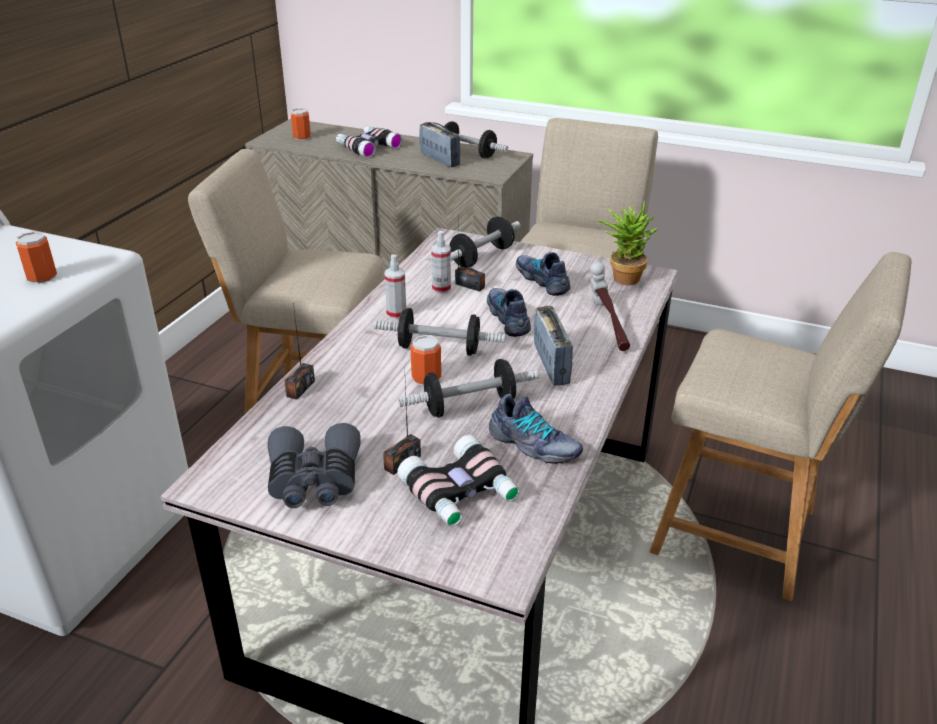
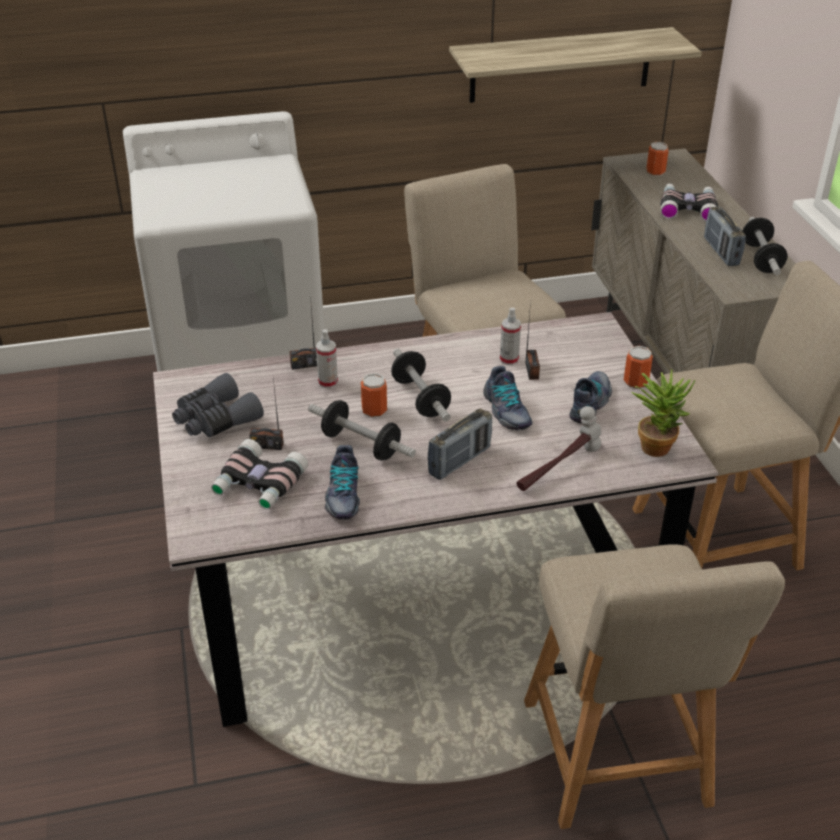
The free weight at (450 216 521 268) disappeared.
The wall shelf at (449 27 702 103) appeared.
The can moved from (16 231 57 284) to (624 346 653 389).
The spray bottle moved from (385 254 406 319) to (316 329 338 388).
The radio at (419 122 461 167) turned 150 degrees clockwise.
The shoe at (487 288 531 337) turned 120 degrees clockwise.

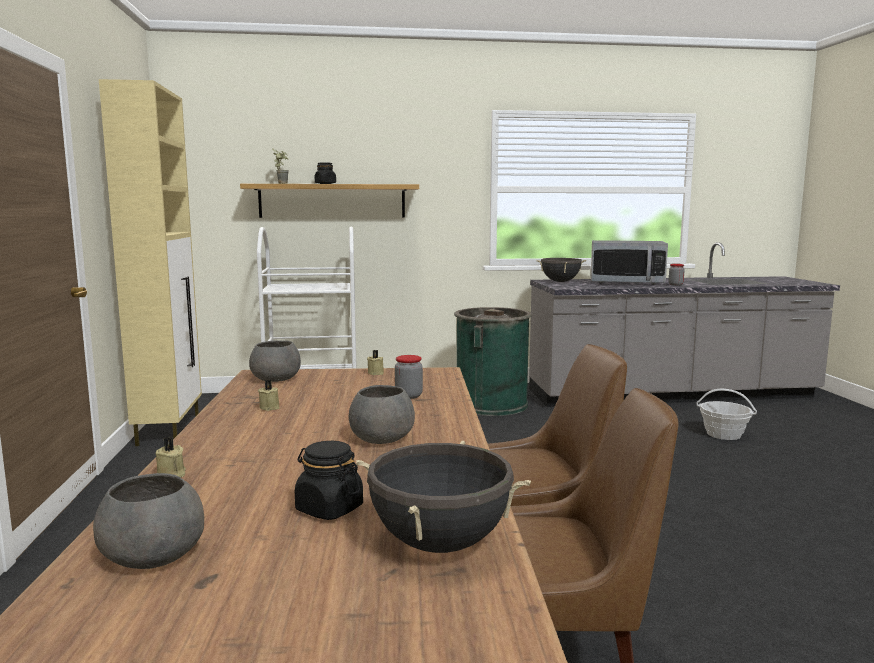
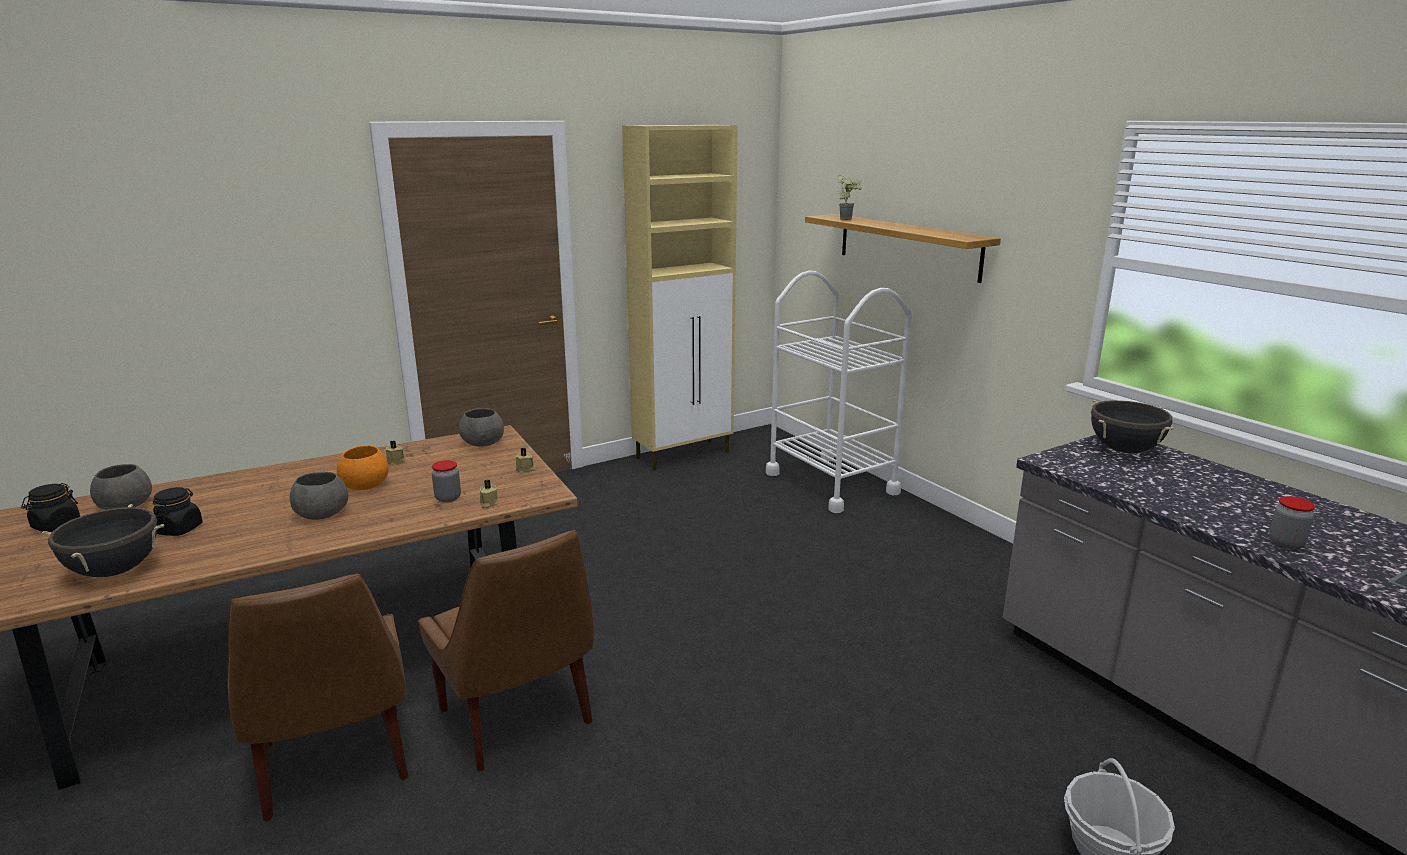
The trash can (green-coloured) at (454 307 532 416) disappeared.
The microwave oven at (591 240 668 285) disappeared.
The deep dish (orangey) at (337 445 388 490) appeared.
The candle (beige) moved from (156 437 186 478) to (480 480 498 508).
The storage jar (blackish) moved from (315 162 336 184) to (21 483 80 532).

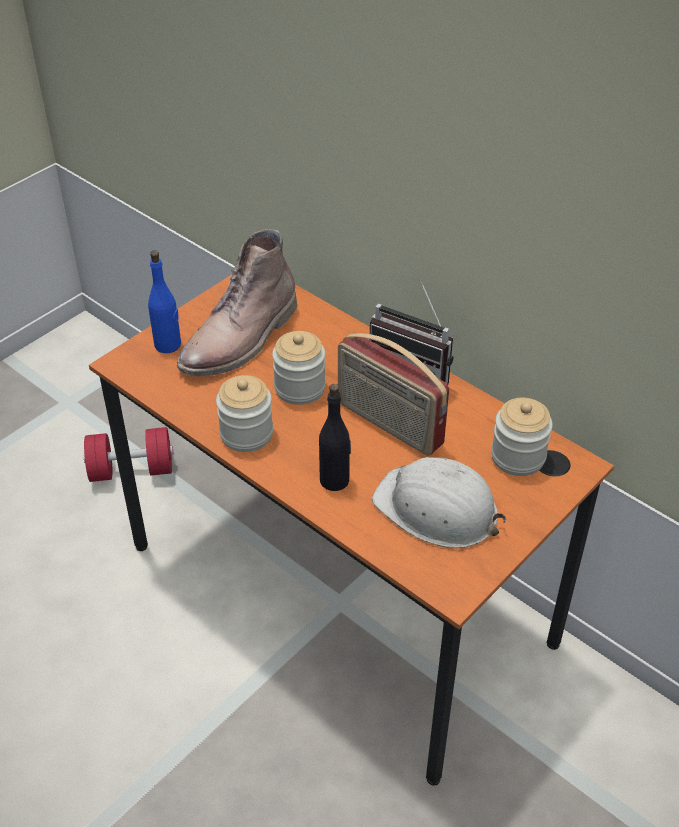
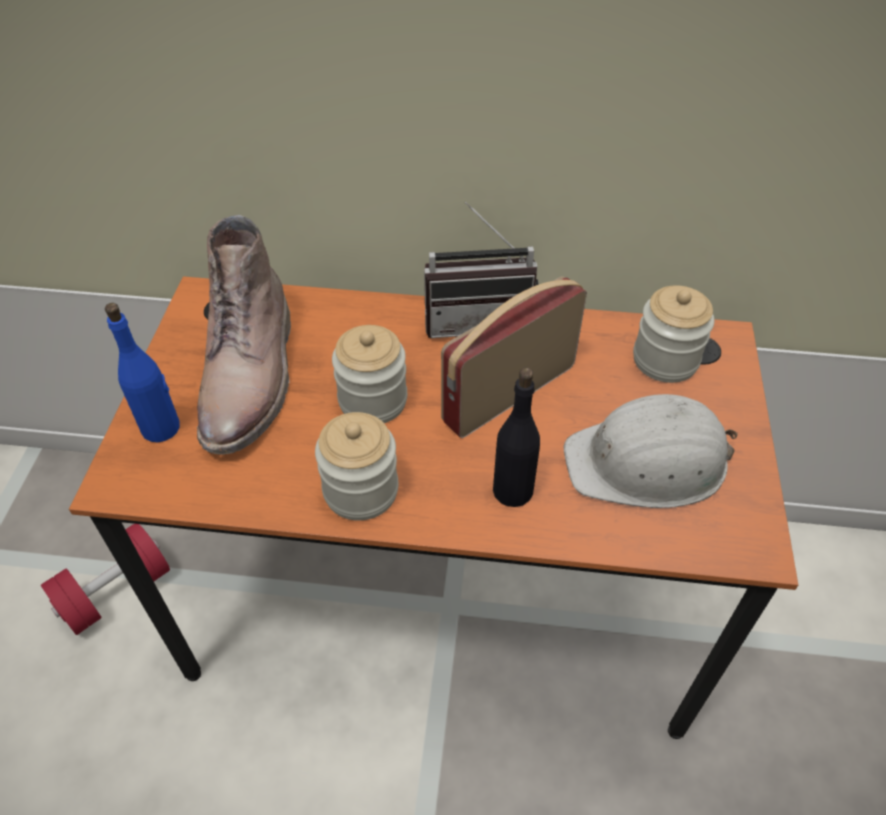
The radio at (338 332 449 456) turned 135 degrees clockwise.

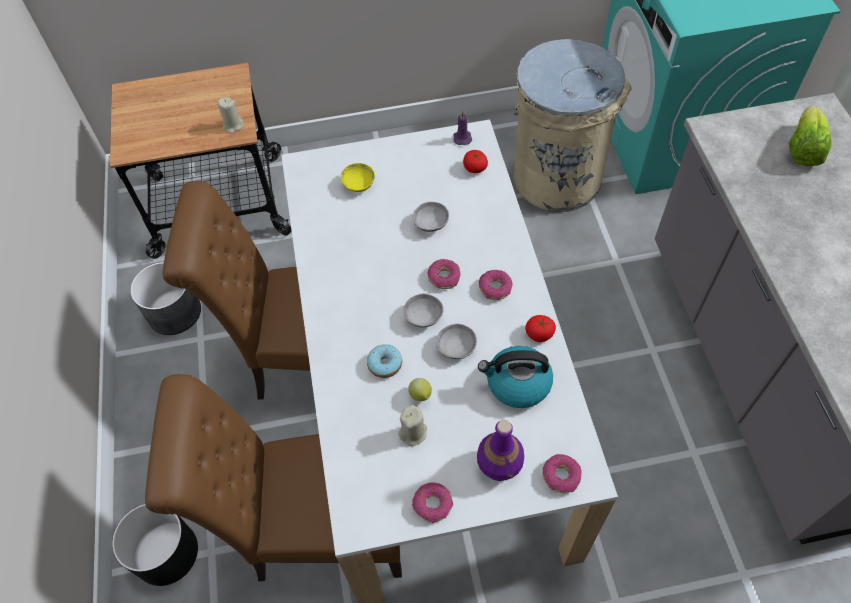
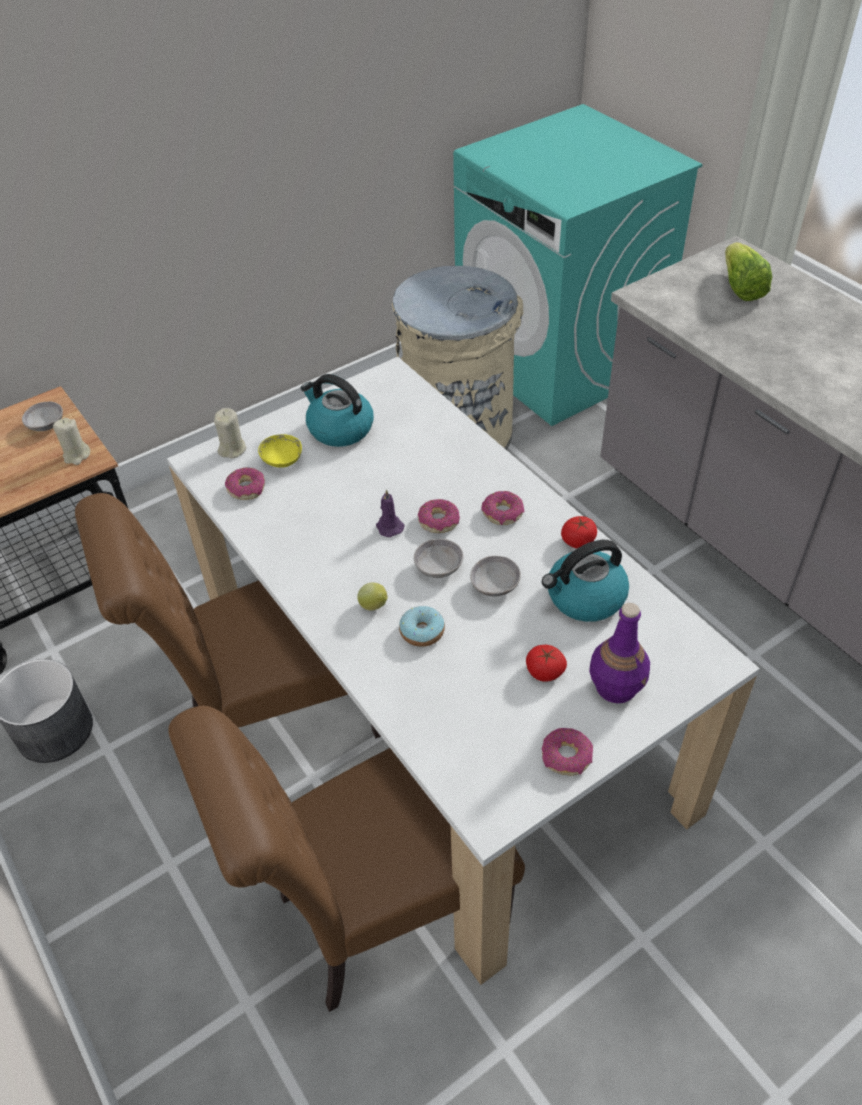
The flower pot (blackish) at (112 504 198 586) disappeared.
The water kettle at (301 374 374 447) appeared.
The candle (beige) moved from (398 405 427 446) to (214 408 247 459).
The citrus fruit moved from (408 378 432 401) to (357 583 388 611).
The deep dish (gray) moved from (413 202 449 232) to (22 402 63 431).
The candle (purplish) moved from (453 111 472 145) to (376 489 404 537).
The whole tomato moved from (463 150 488 173) to (526 645 567 682).
The ring doughnut moved from (542 454 581 494) to (225 467 265 500).

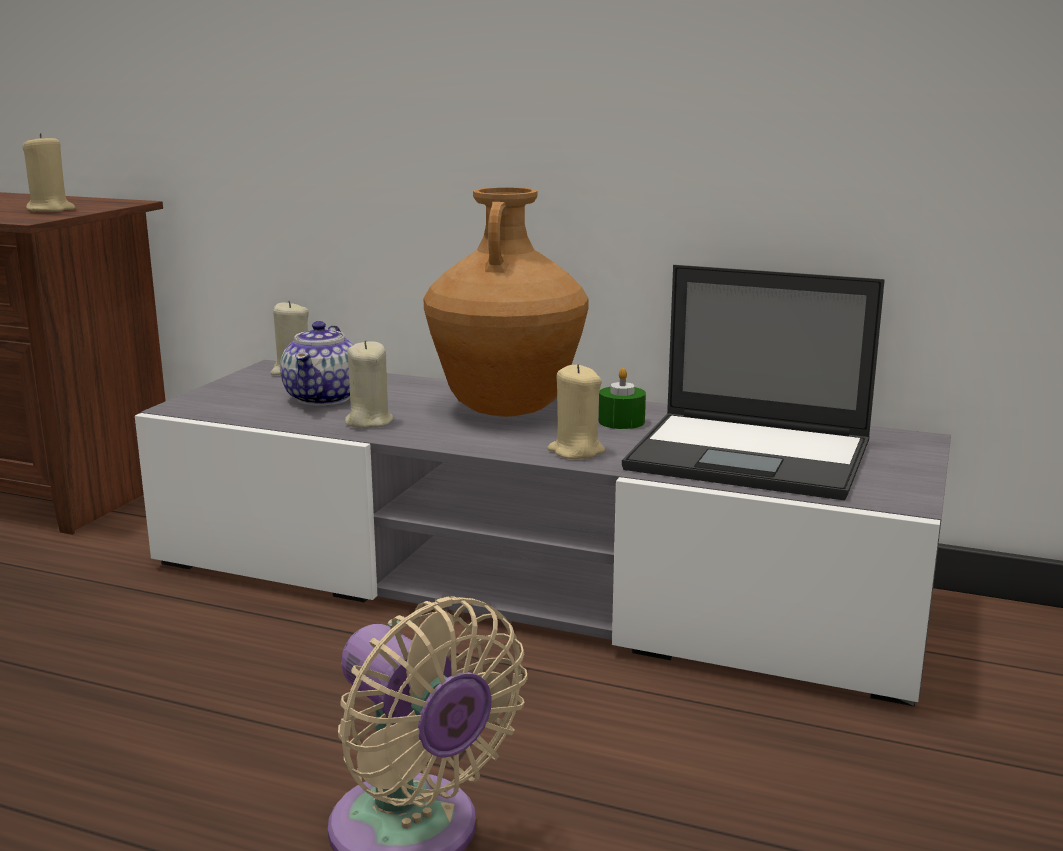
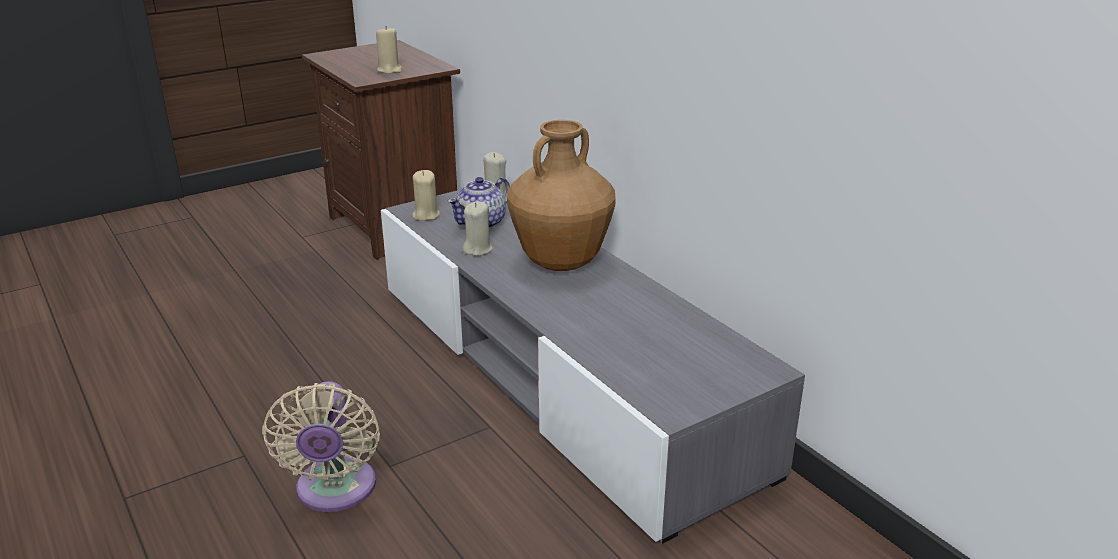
The candle (green-coloured) at (599 368 646 429) disappeared.
The portable computer at (622 265 885 500) disappeared.
The candle (beige) moved from (547 364 605 459) to (412 170 440 221).

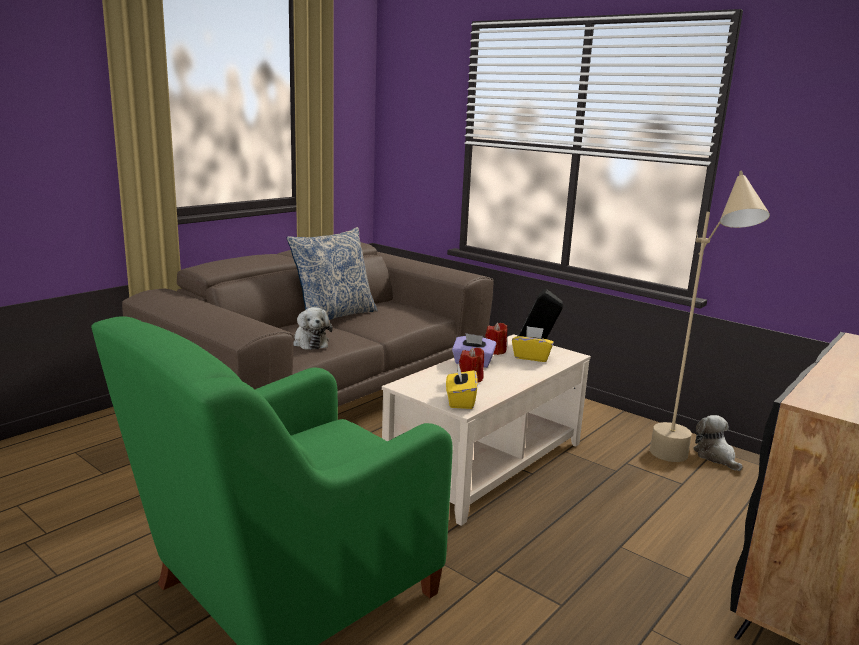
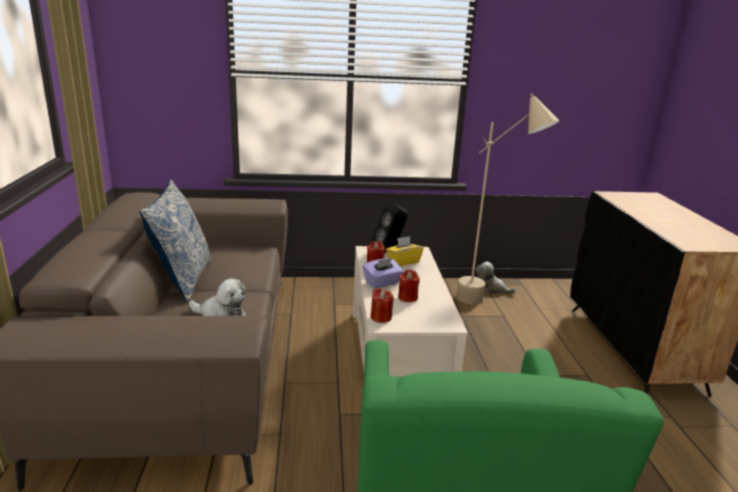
The box of tissues (yellow-coloured) at (446 363 478 409) disappeared.
The candle (reddish) at (371 288 394 323) appeared.

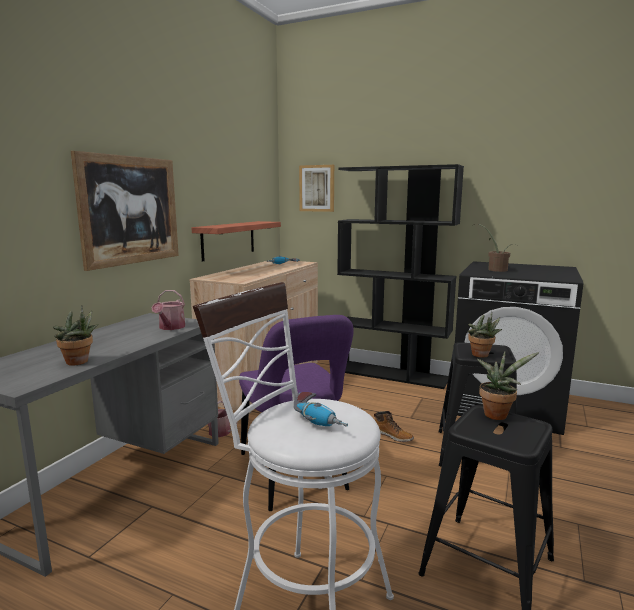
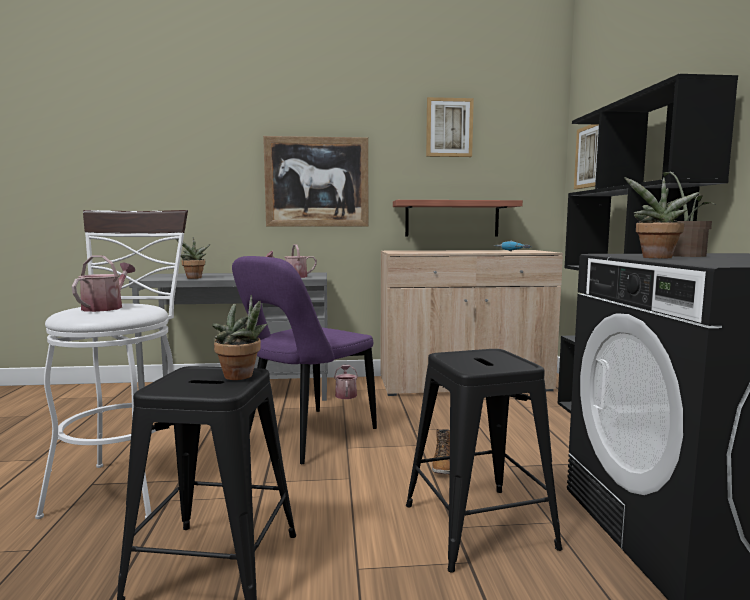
The picture at (426 97 474 157) appeared.
The plant in a pot moved from (467 312 502 358) to (624 177 700 259).
The power drill at (294 392 348 427) was replaced by the watering pot at (72 256 135 312).

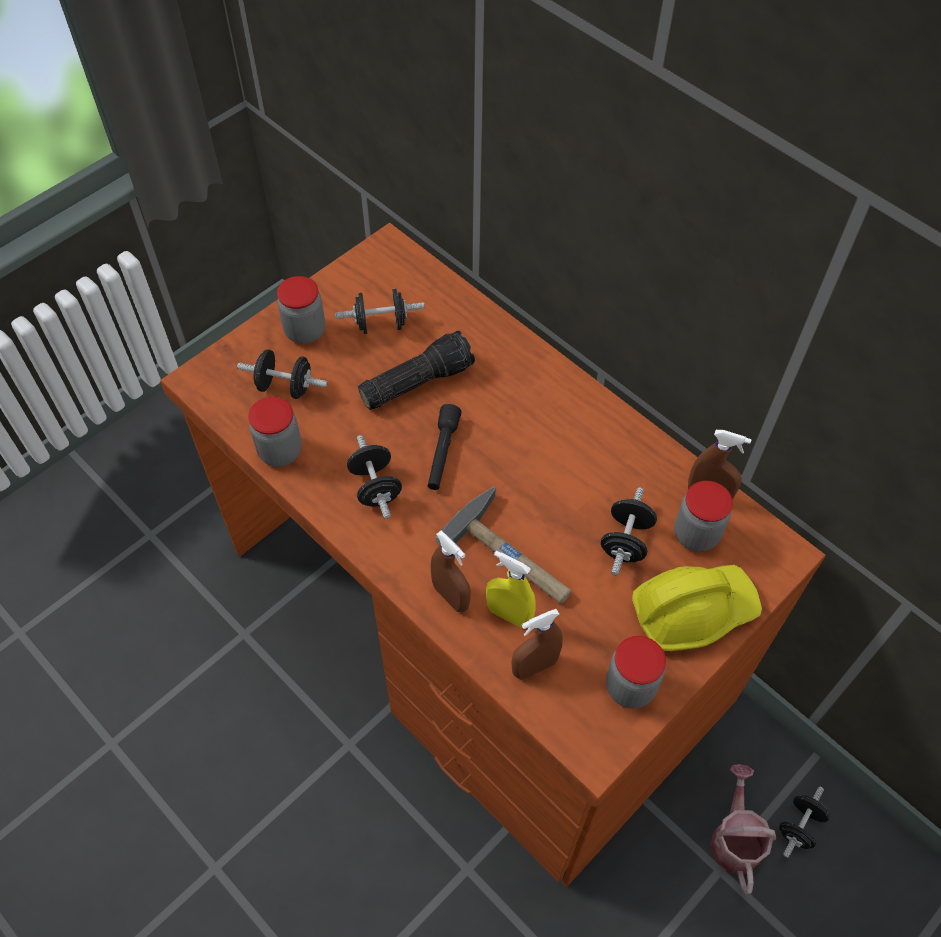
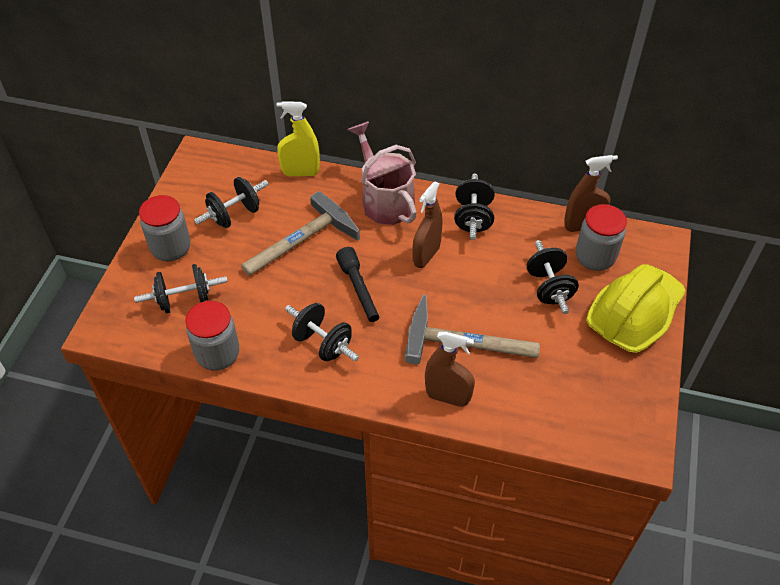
The storage jar at (606 636 666 709) disappeared.
The spray bottle (yellow-coloured) moved from (486 550 536 628) to (277 102 320 176).
The spray bottle (brownish) moved from (511 609 563 680) to (412 182 443 268).
The watering pot moved from (710 764 776 894) to (348 122 416 225).
The free weight (blackish) moved from (779 786 830 858) to (454 173 495 240).
The flashlight at (358 330 475 410) was replaced by the hand hammer at (241 191 360 276).

